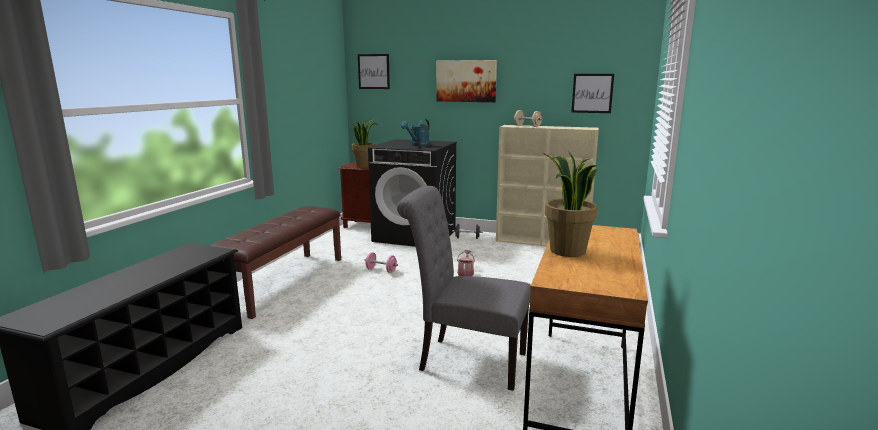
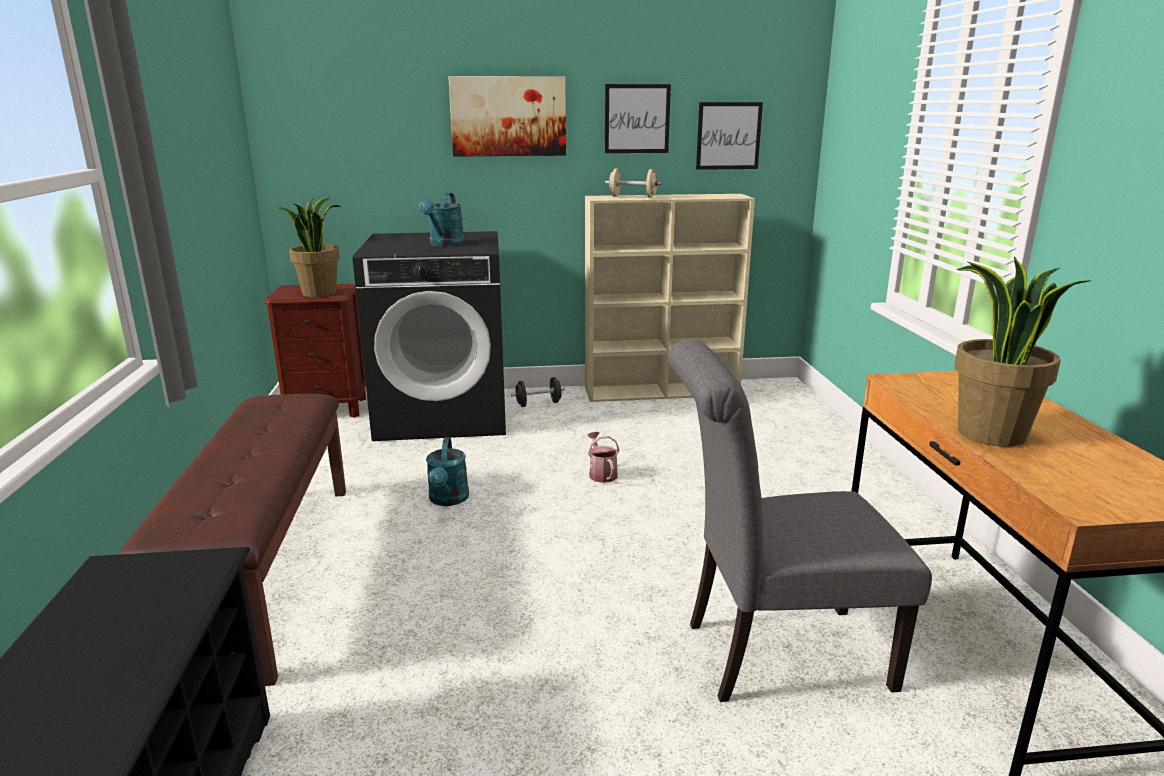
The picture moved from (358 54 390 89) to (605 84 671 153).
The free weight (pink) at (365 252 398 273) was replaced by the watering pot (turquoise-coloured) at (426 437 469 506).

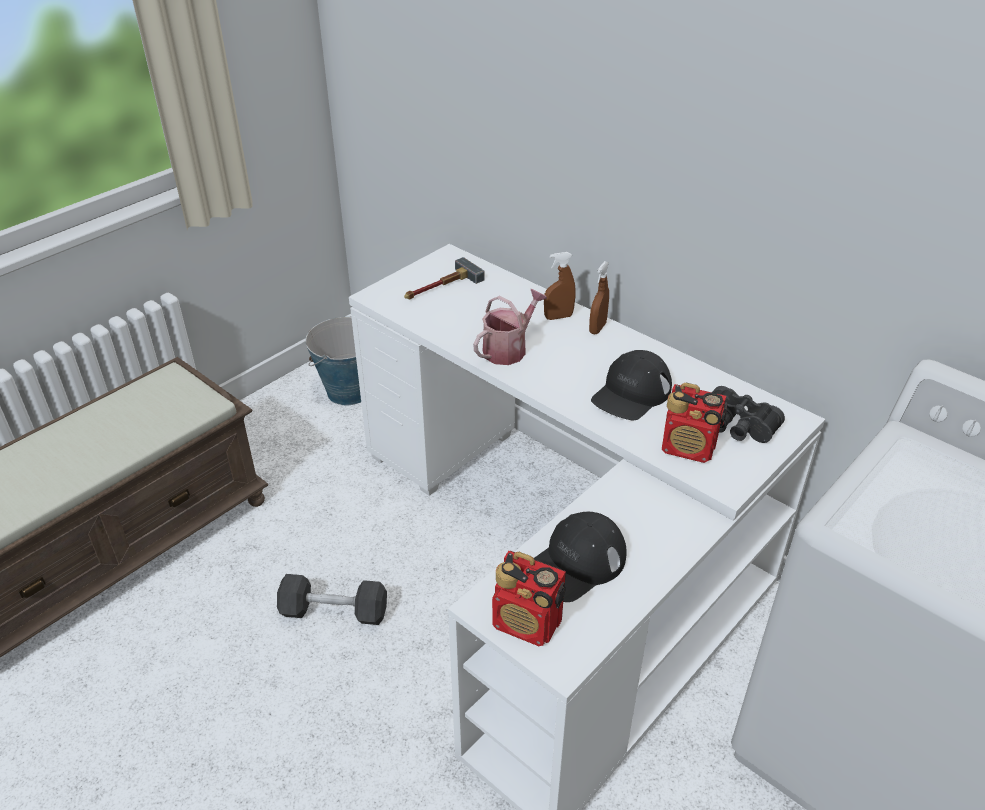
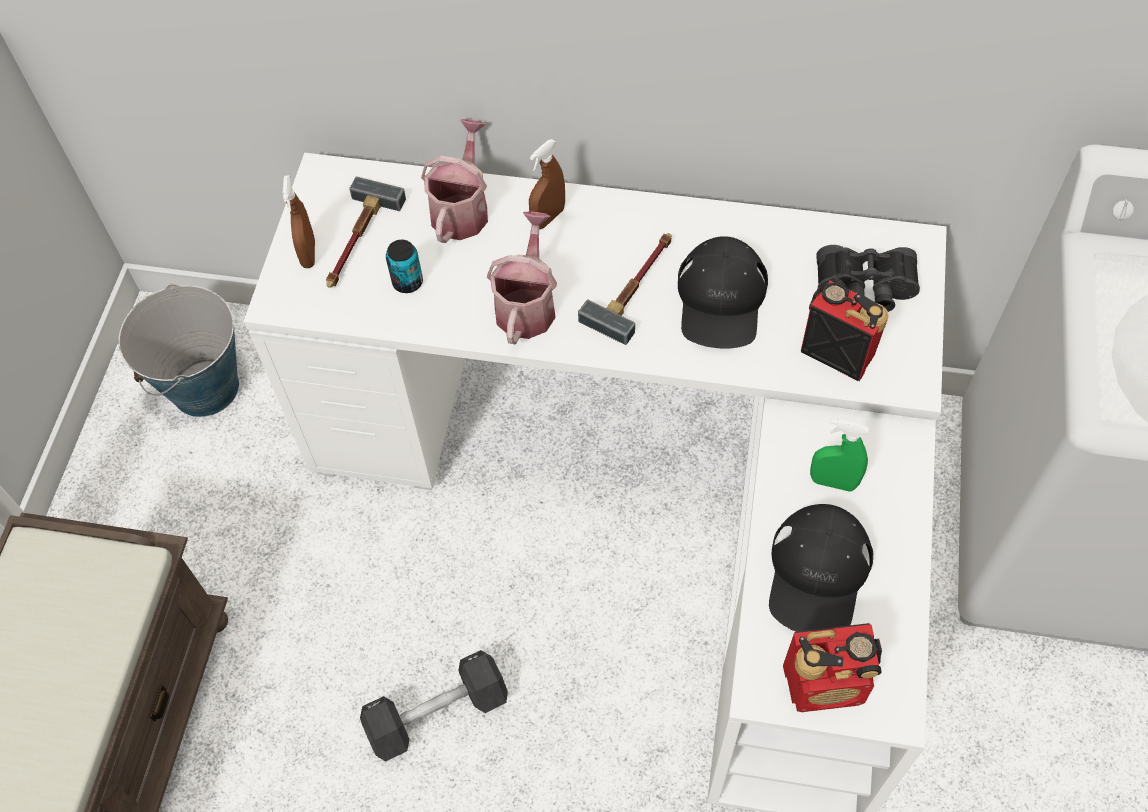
The can at (386 240 423 293) appeared.
The watering pot at (421 119 488 243) appeared.
The hand hammer at (578 233 671 345) appeared.
The spray bottle (green-coloured) at (810 418 869 492) appeared.
The spray bottle (brownish) moved from (589 261 609 334) to (283 175 315 268).
The radio at (662 383 728 463) turned 135 degrees counterclockwise.

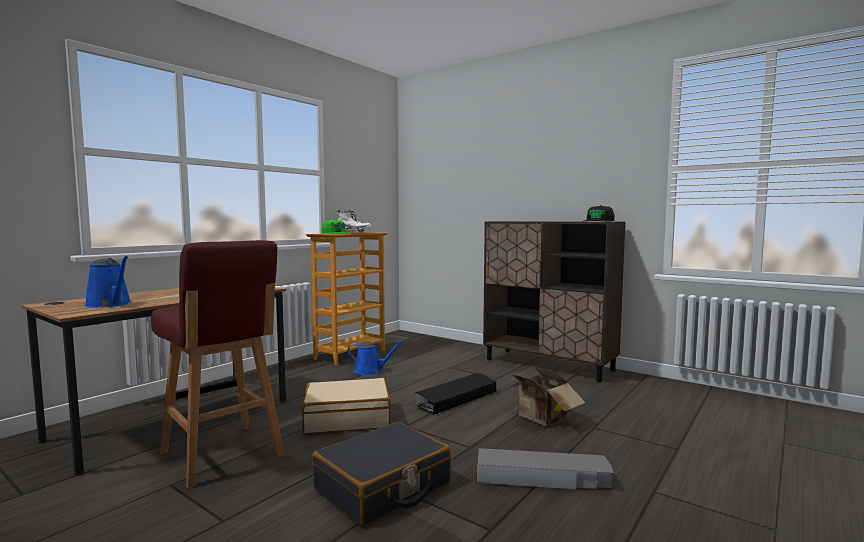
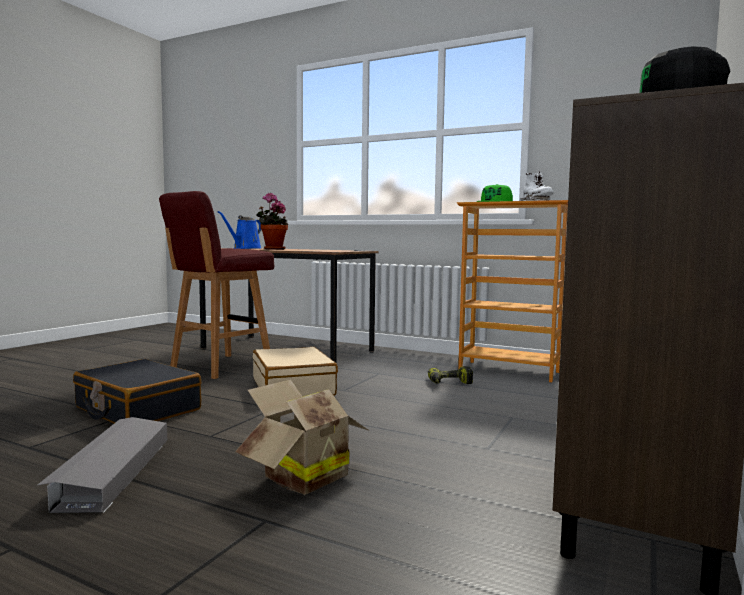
The storage container (blackish) at (415 373 496 415) disappeared.
The plant in a pot at (256 193 288 250) appeared.
The watering pot (blue) at (347 340 404 376) was replaced by the power drill at (428 366 473 384).

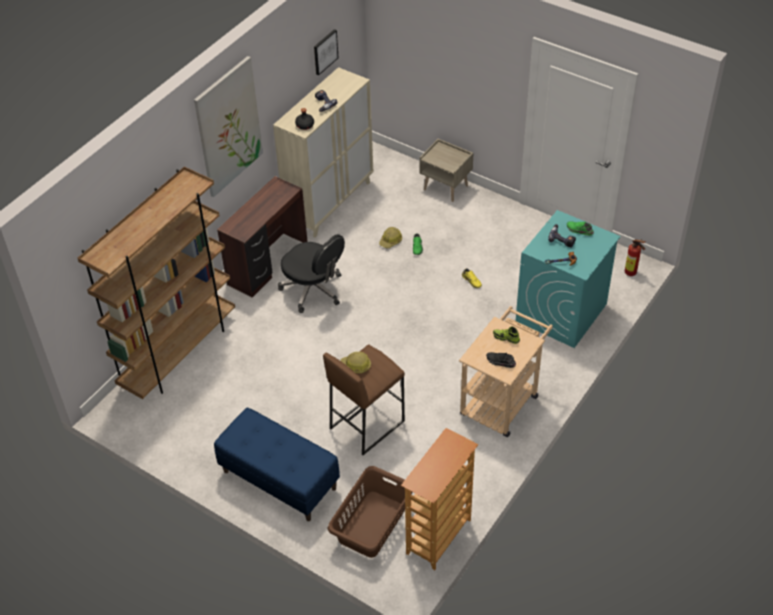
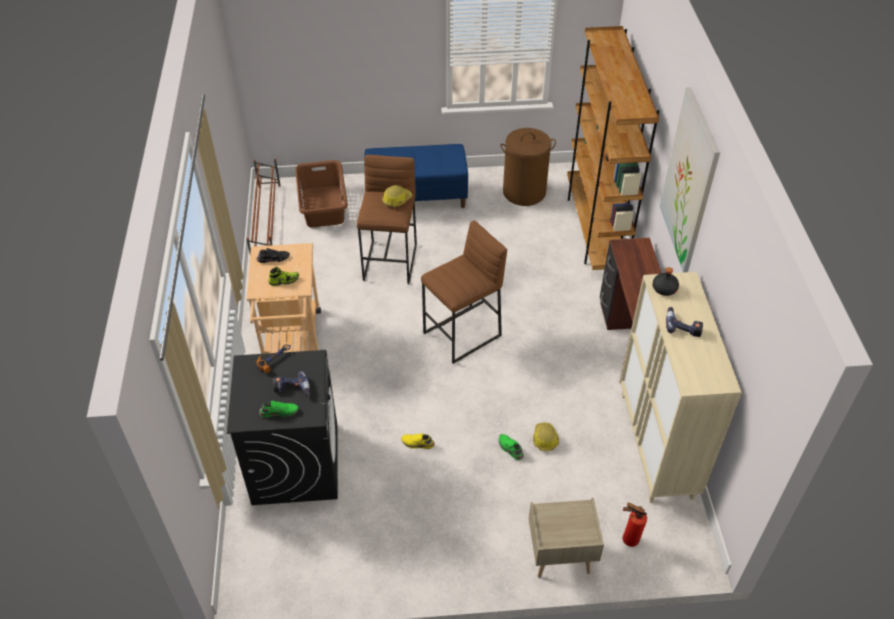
The office chair (blackish) at (278 234 345 313) disappeared.
The picture at (314 29 339 76) disappeared.
The stool (brownish) at (421 221 507 364) appeared.
The laundry basket (brownish) at (500 128 556 206) appeared.
The extinguisher moved from (625 239 645 276) to (623 502 647 547).
The bookshelf at (401 428 478 570) was replaced by the shoe shelf (brownish) at (246 159 281 253).
The laundry appliance (turquoise-coloured) at (516 210 620 348) became the laundry appliance (blackish) at (227 350 338 505).

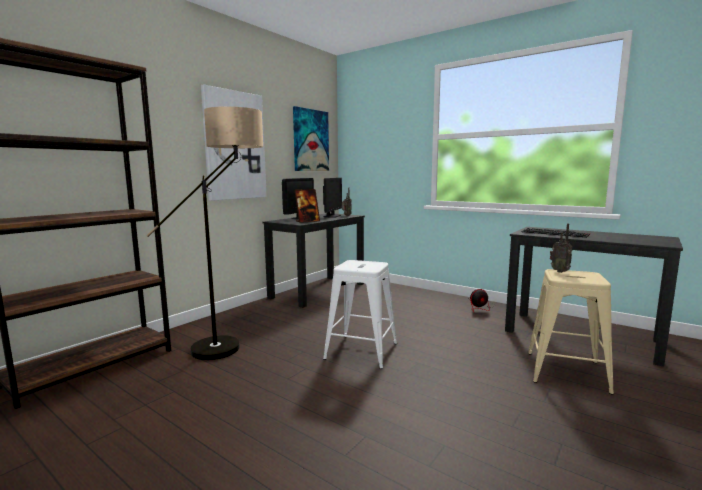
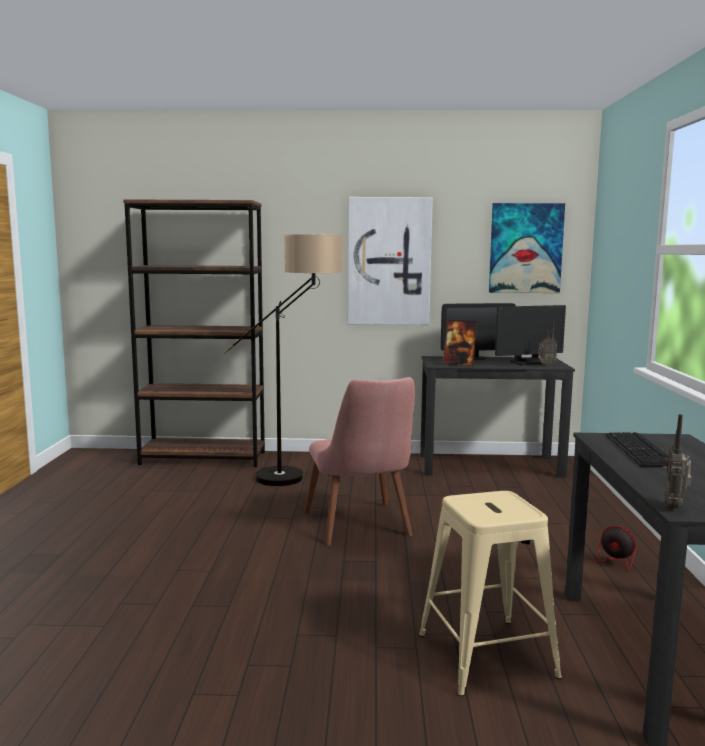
The radio moved from (550 224 572 273) to (666 414 692 509).
The stool (white-coloured) at (323 260 397 369) was replaced by the chair (pink) at (304 377 415 546).

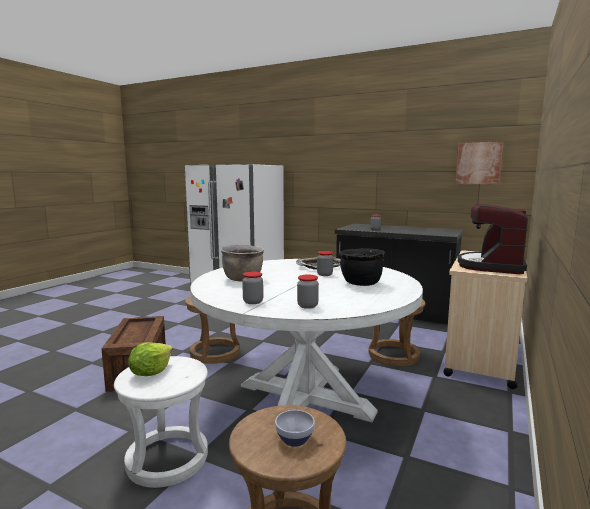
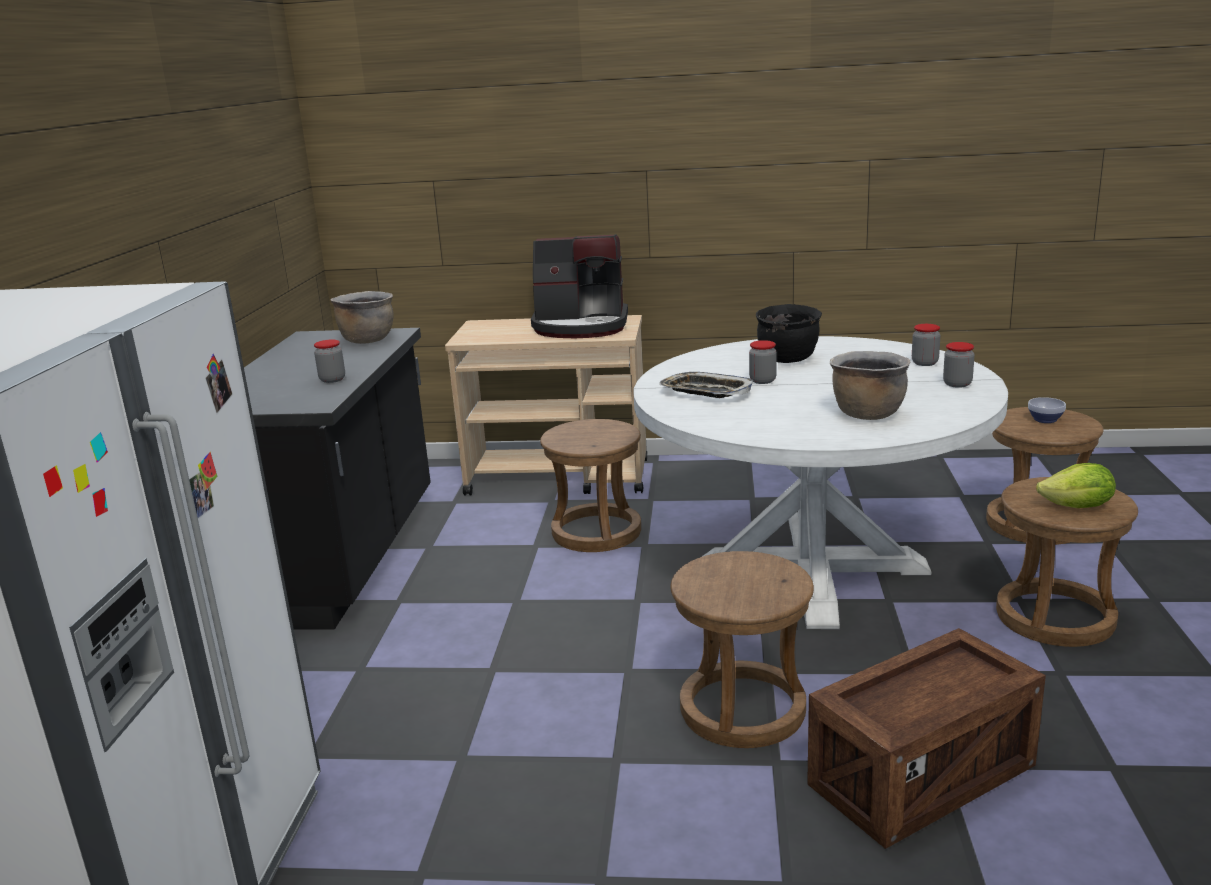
The picture at (455 141 504 184) disappeared.
The cooking pot (brownish) at (331 291 394 344) appeared.
The stool (white-coloured) at (114 356 208 488) became the stool (brownish) at (996 477 1138 647).

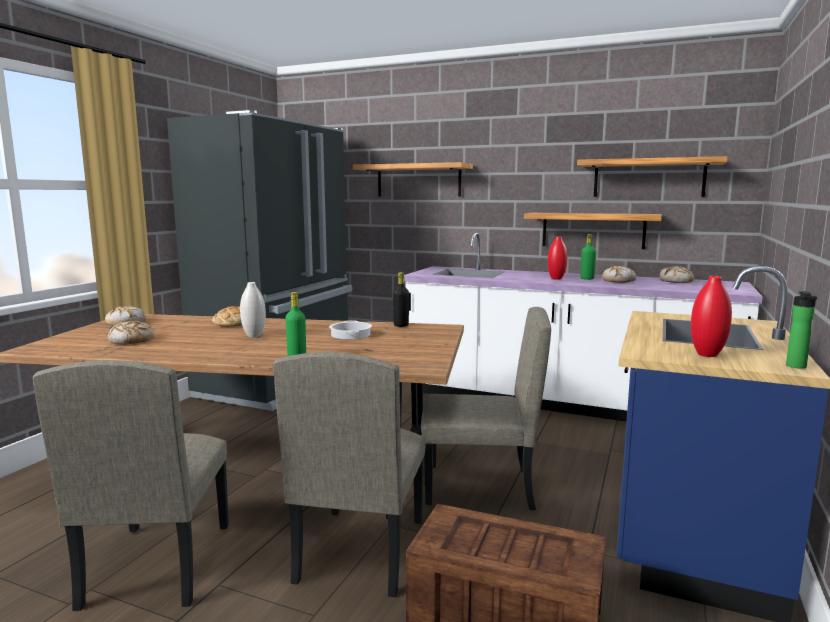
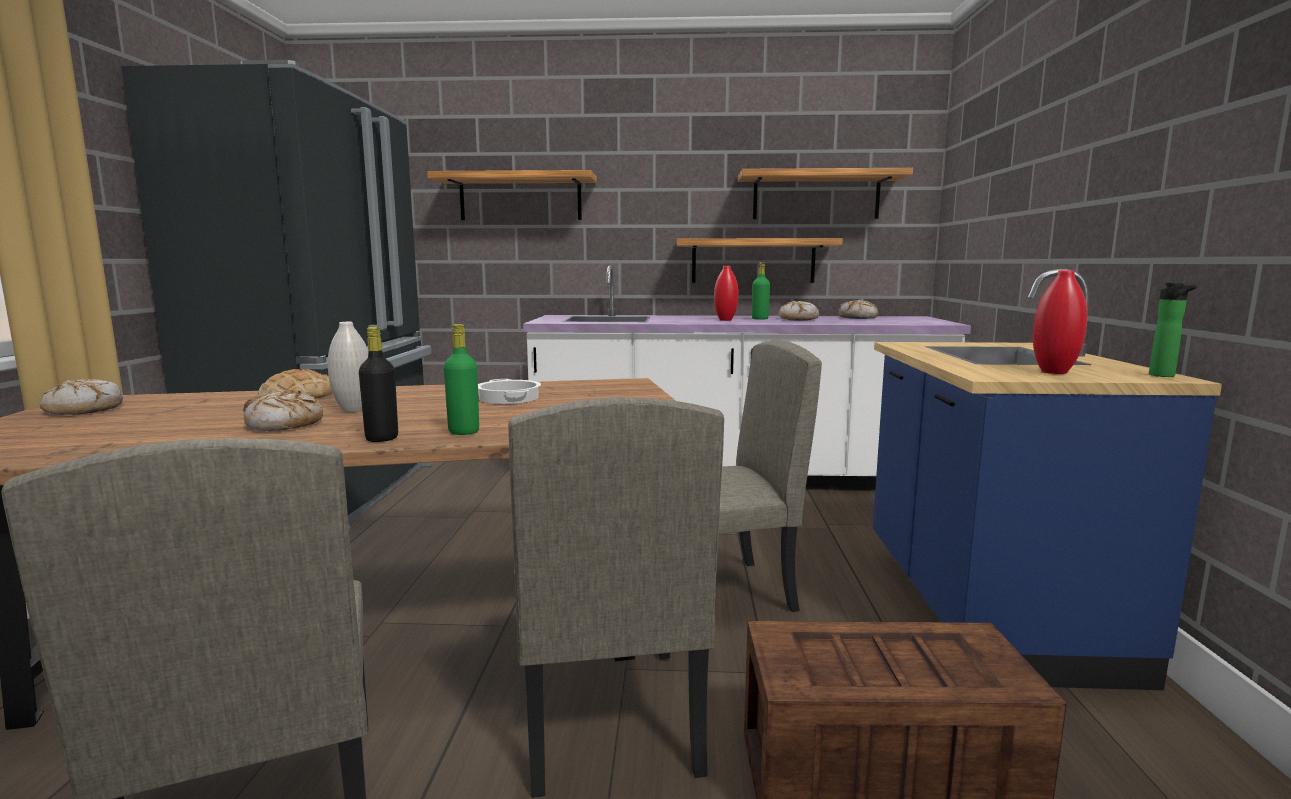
The bakery bread moved from (108 320 154 345) to (243 390 323 430).
The beverage bottle (blackish) moved from (393 272 409 327) to (359 327 398 442).

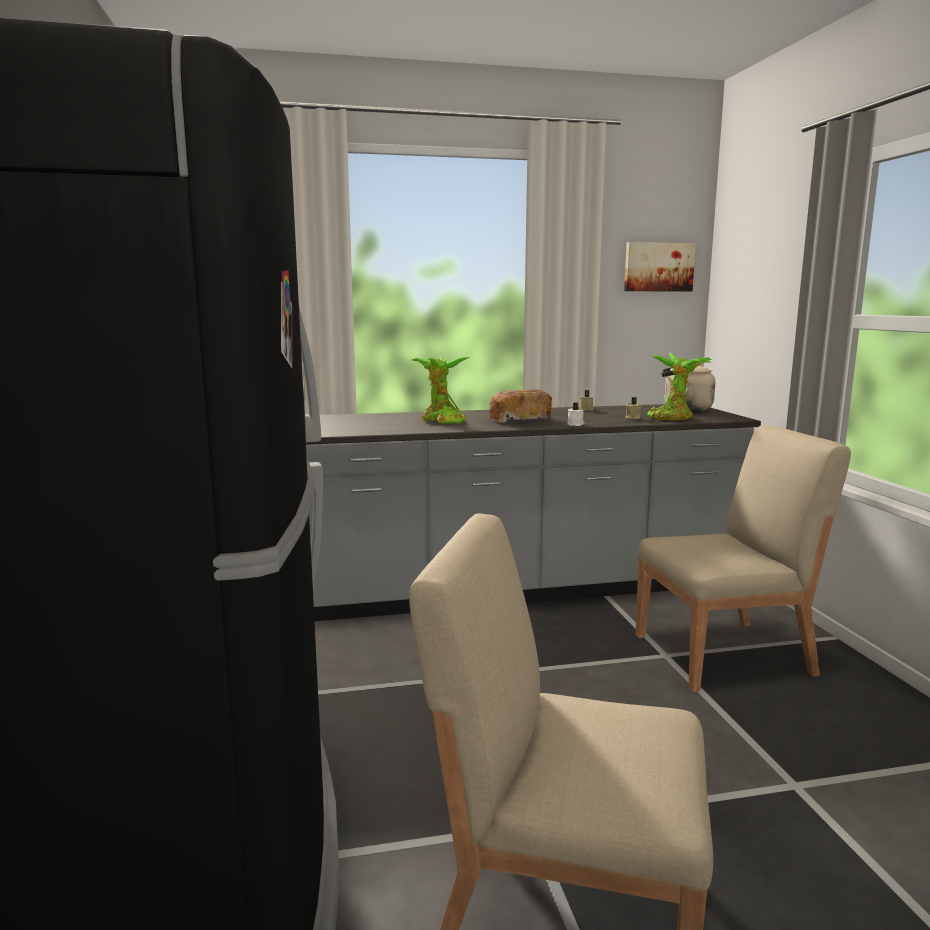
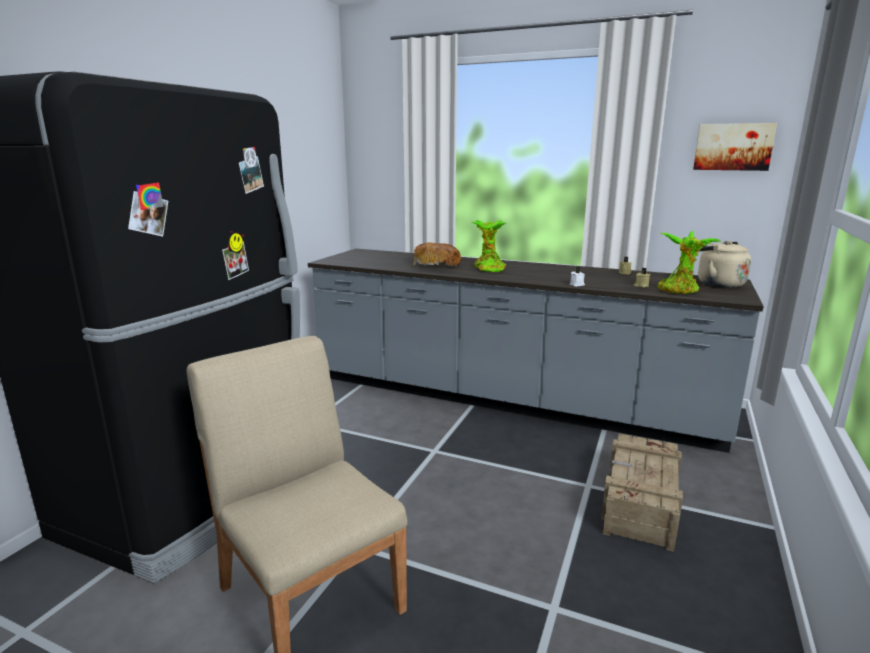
The bakery bread moved from (489 389 552 423) to (413 242 462 267).
The chair (beige) at (636 425 851 692) was replaced by the crate at (601 433 683 552).

